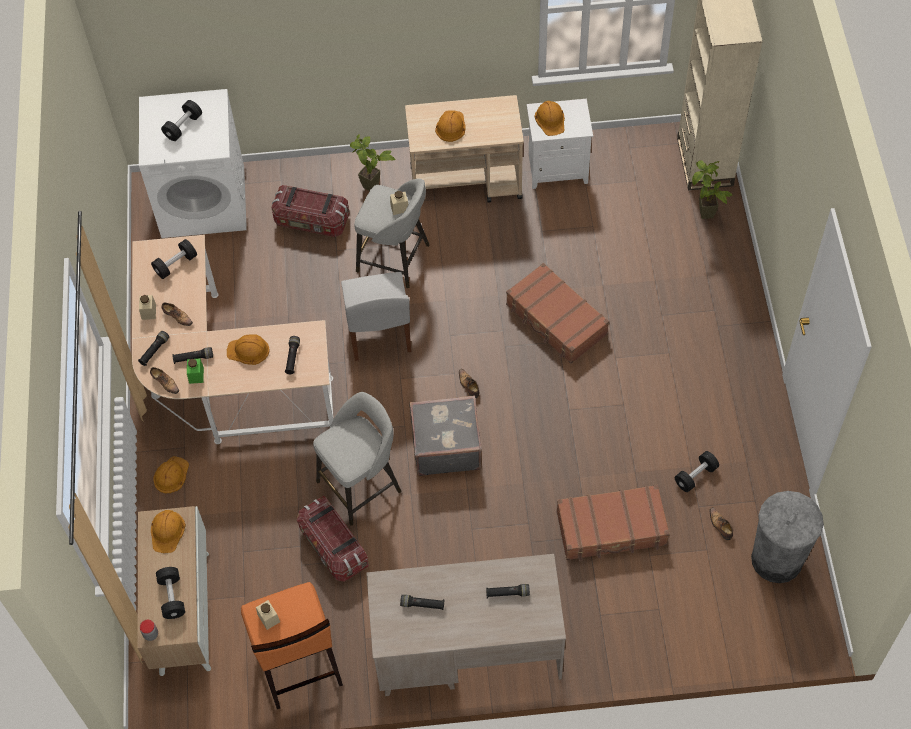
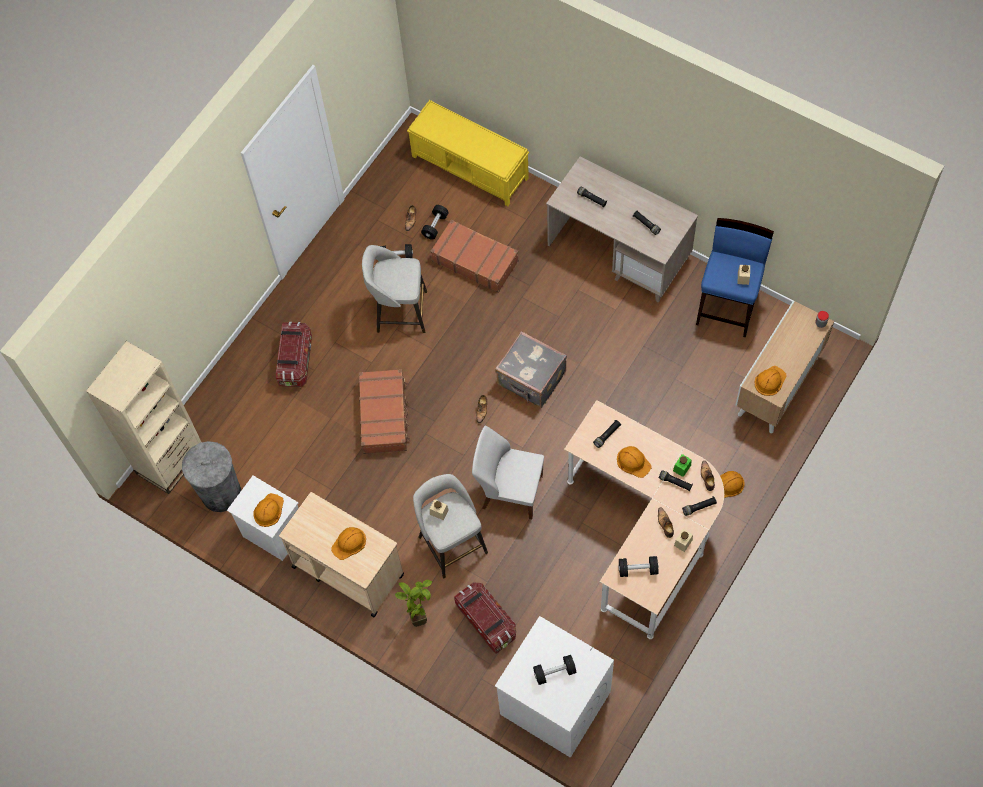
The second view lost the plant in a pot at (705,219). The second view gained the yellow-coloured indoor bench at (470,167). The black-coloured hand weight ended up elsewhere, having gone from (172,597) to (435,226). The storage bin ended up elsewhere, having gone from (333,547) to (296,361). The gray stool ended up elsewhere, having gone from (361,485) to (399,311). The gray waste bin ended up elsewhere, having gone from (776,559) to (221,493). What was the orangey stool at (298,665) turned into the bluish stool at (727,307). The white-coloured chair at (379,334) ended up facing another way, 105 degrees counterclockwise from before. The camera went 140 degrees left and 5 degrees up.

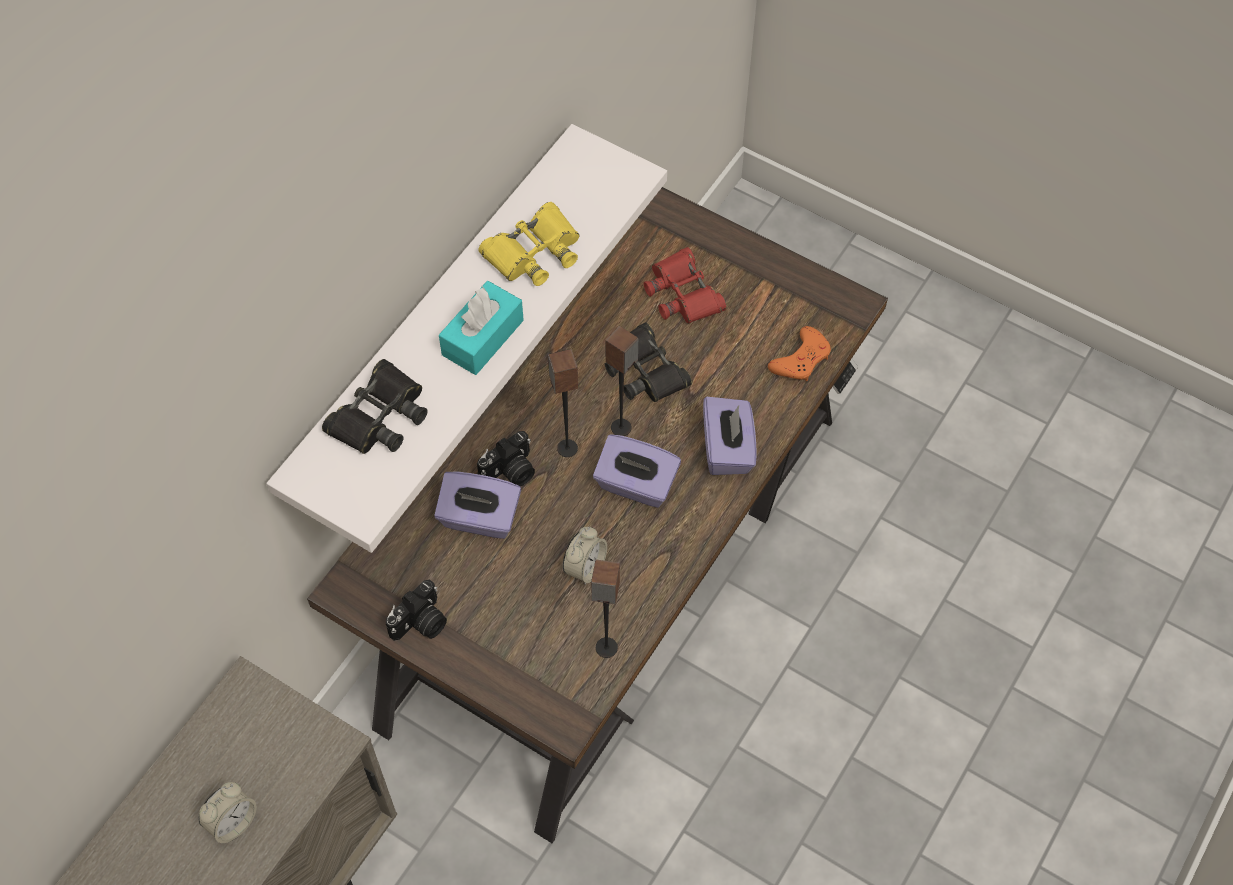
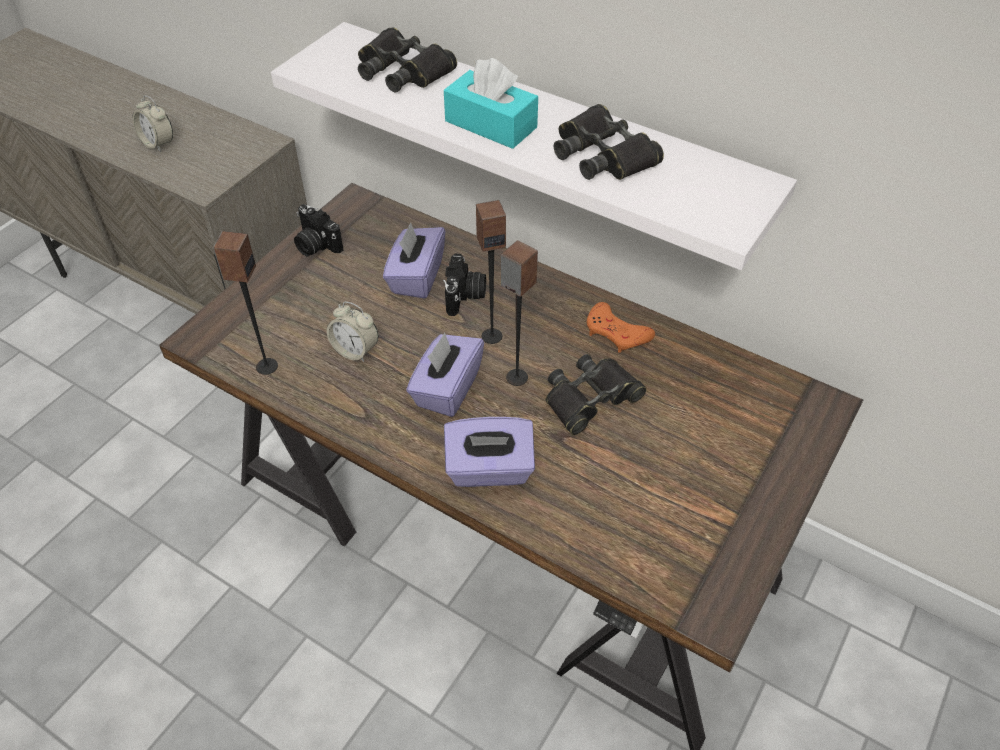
The second view lost the reddish pair of binoculars at (683,293). The orangey gamepad ended up elsewhere, having gone from (801,359) to (616,333). What was the yellow-coloured pair of binoculars at (534,252) turned into the black-coloured pair of binoculars at (603,154). The photo camera at (510,472) ended up facing another way, 135 degrees counterclockwise from before. The camera went 90 degrees right and 10 degrees down.

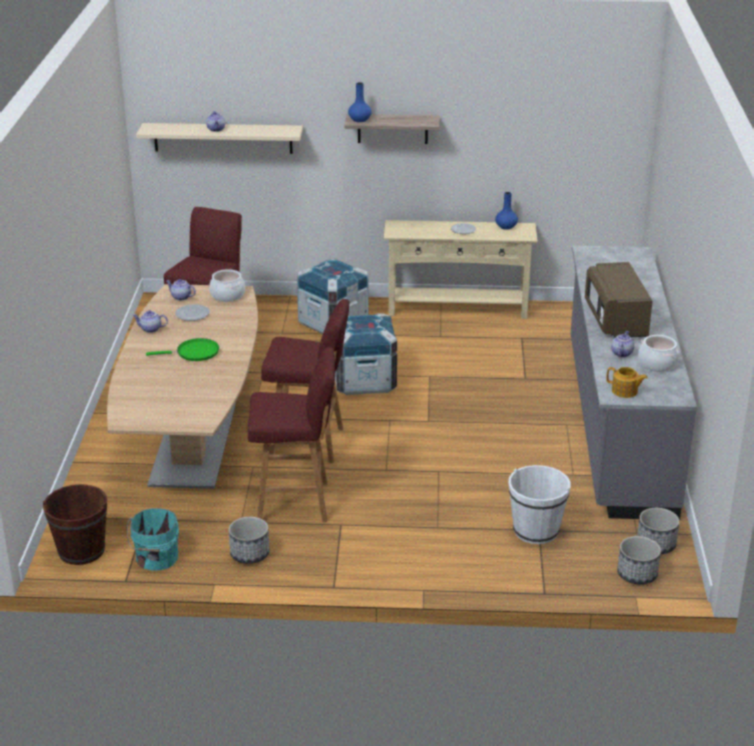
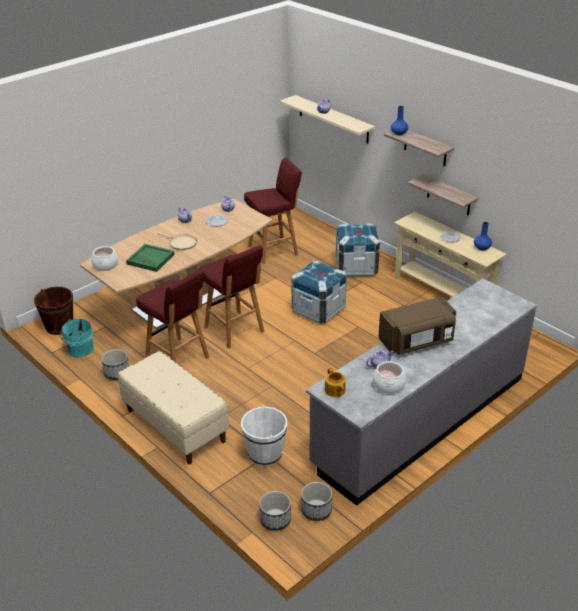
The second view gained the sand-coloured indoor bench at (175,425). The second view gained the green-coloured serving tray at (150,259). The second view gained the wall shelf at (449,195). The stockpot ended up elsewhere, having gone from (227,295) to (105,265). What was the green-coloured pan at (194,353) turned into the sand-coloured pan at (181,243). The brown microwave oven at (615,320) ended up facing another way, 150 degrees counterclockwise from before. The camera went 45 degrees right and 5 degrees up.

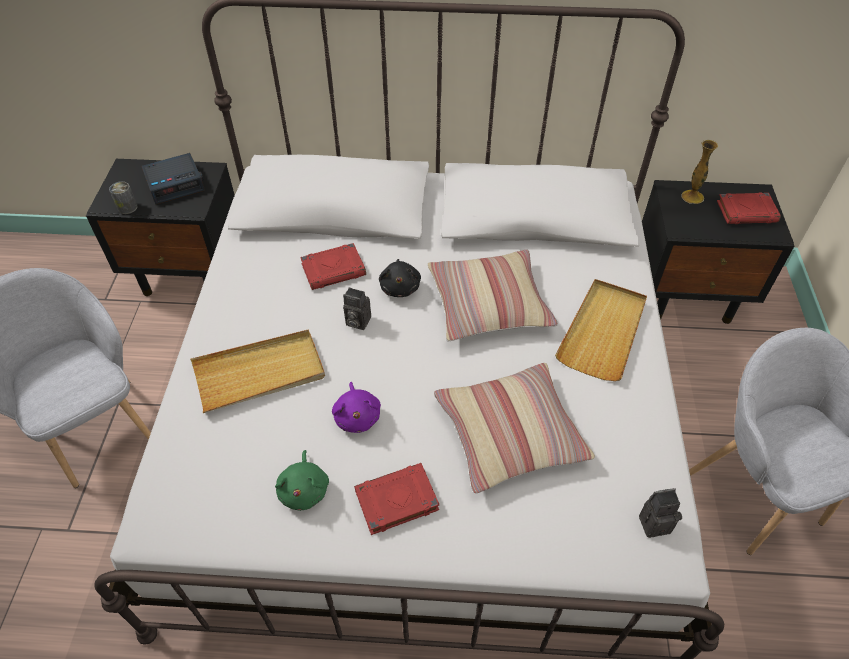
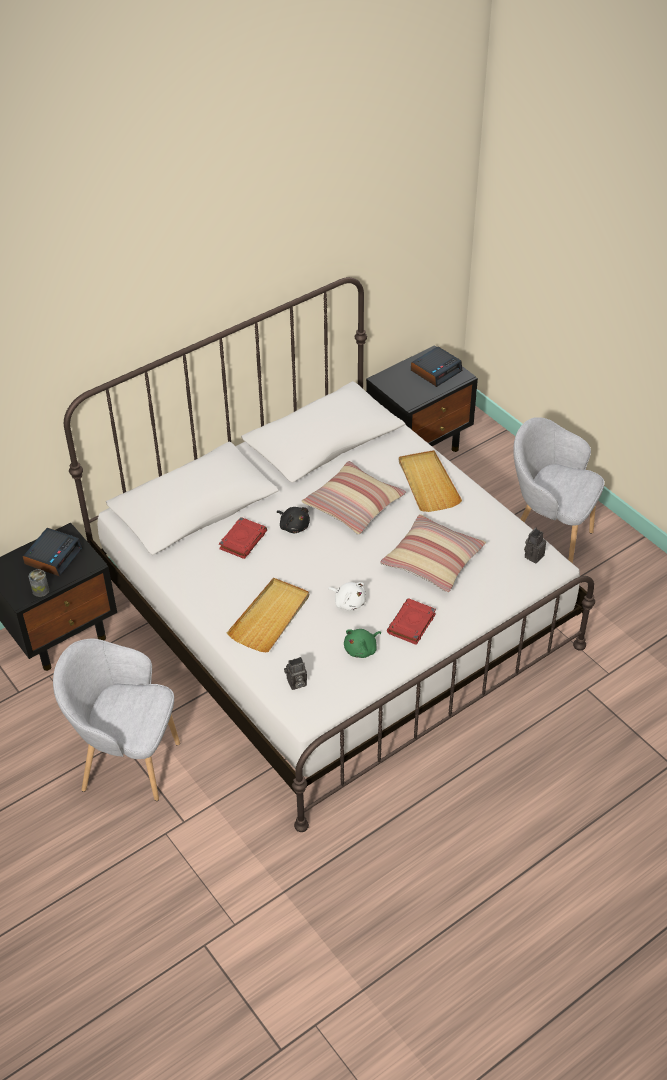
The second view lost the decorative vase at (692,197). The photo camera ended up elsewhere, having gone from (356,321) to (296,683). Where the reddish bound book stood at (747,212), the alarm clock came to stand at (436,370). What was the purple soft toy at (357,416) turned into the white-coloured soft toy at (348,602). The green-coloured soft toy at (304,489) ended up facing another way, 90 degrees clockwise from before. The camera went 40 degrees left and 5 degrees down.

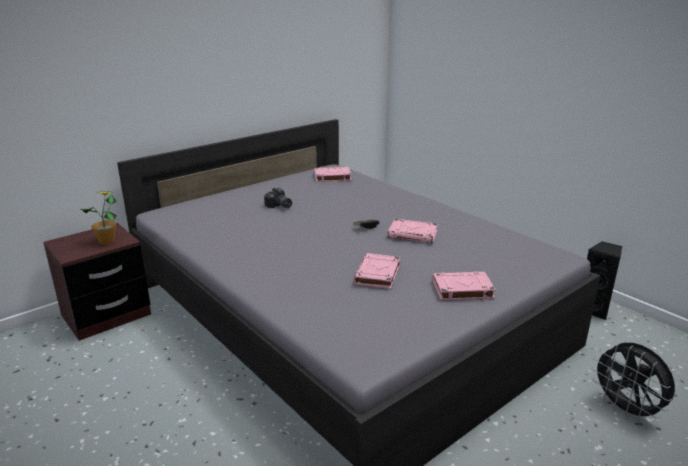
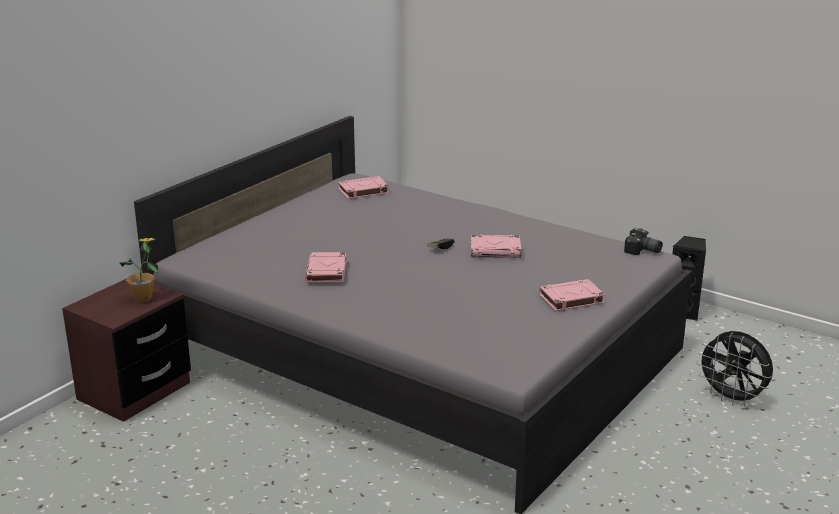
The photo camera ended up elsewhere, having gone from (279,206) to (642,251). The pink-coloured bound book ended up elsewhere, having gone from (377,275) to (326,272). The camera went 15 degrees left and 0 degrees up.

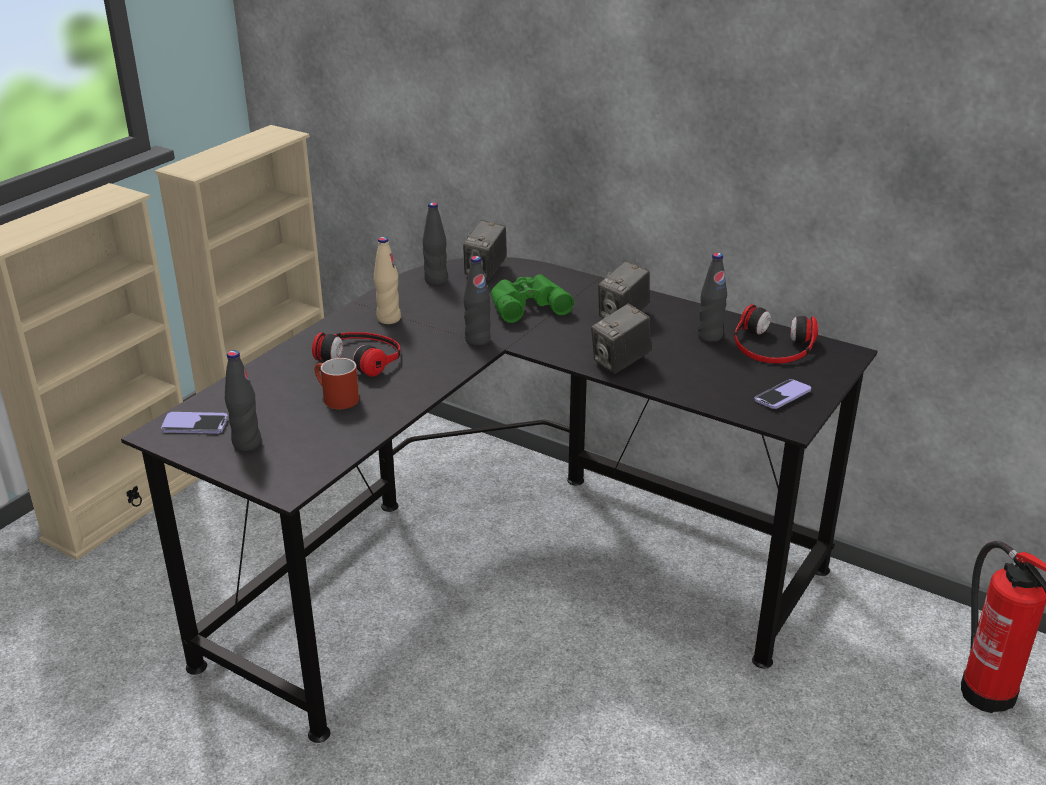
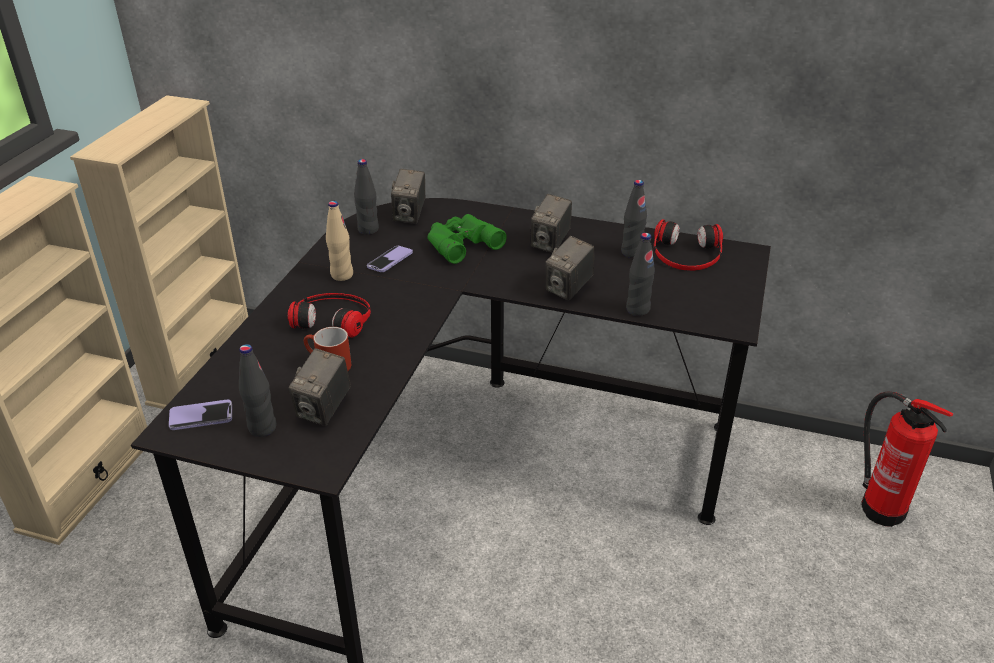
The second view gained the photo camera at (324,409). The black-coloured drink bottle ended up elsewhere, having gone from (477,340) to (637,309). The phone ended up elsewhere, having gone from (782,396) to (390,260). The camera went 15 degrees left and 5 degrees up.

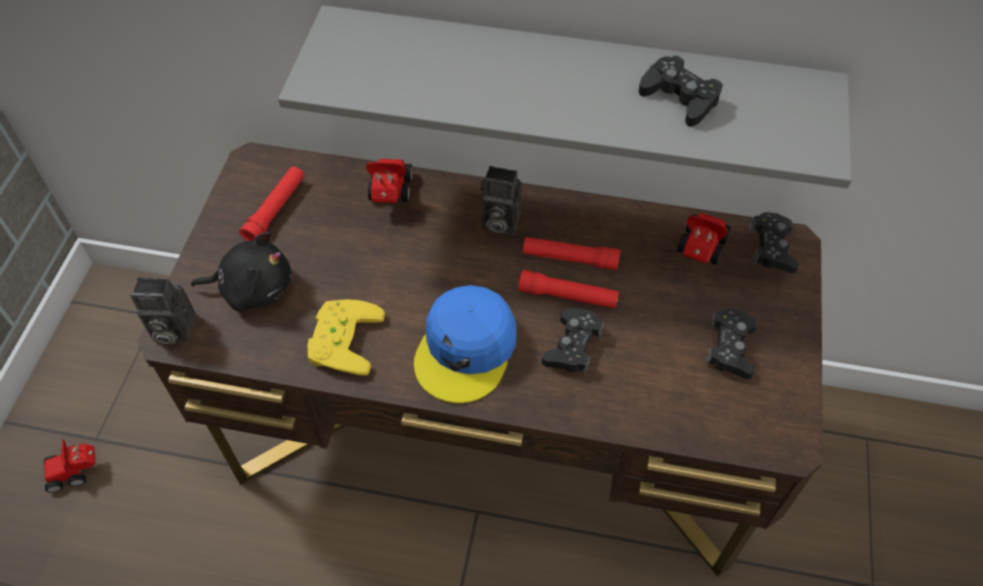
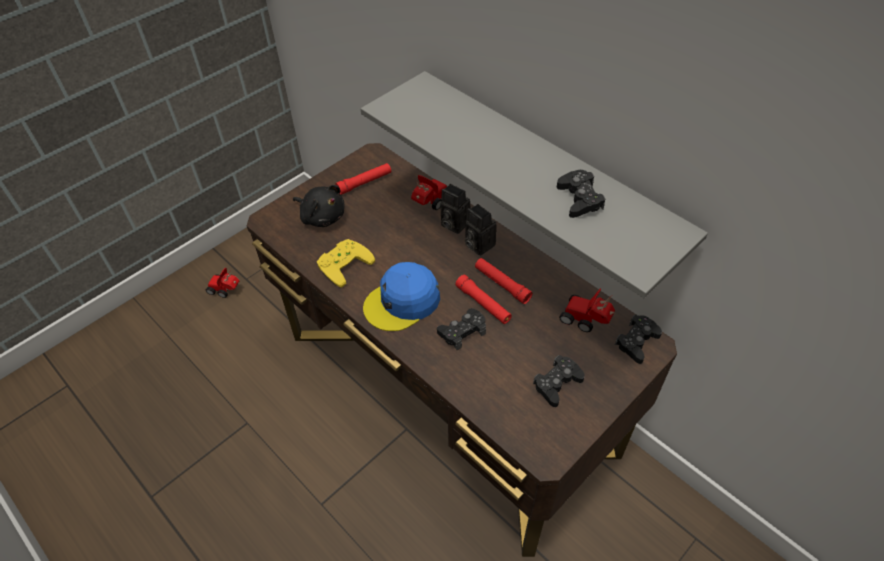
The photo camera ended up elsewhere, having gone from (171,330) to (453,224). The miniature car at (699,251) ended up facing another way, 120 degrees counterclockwise from before. The camera went 35 degrees right and 5 degrees down.

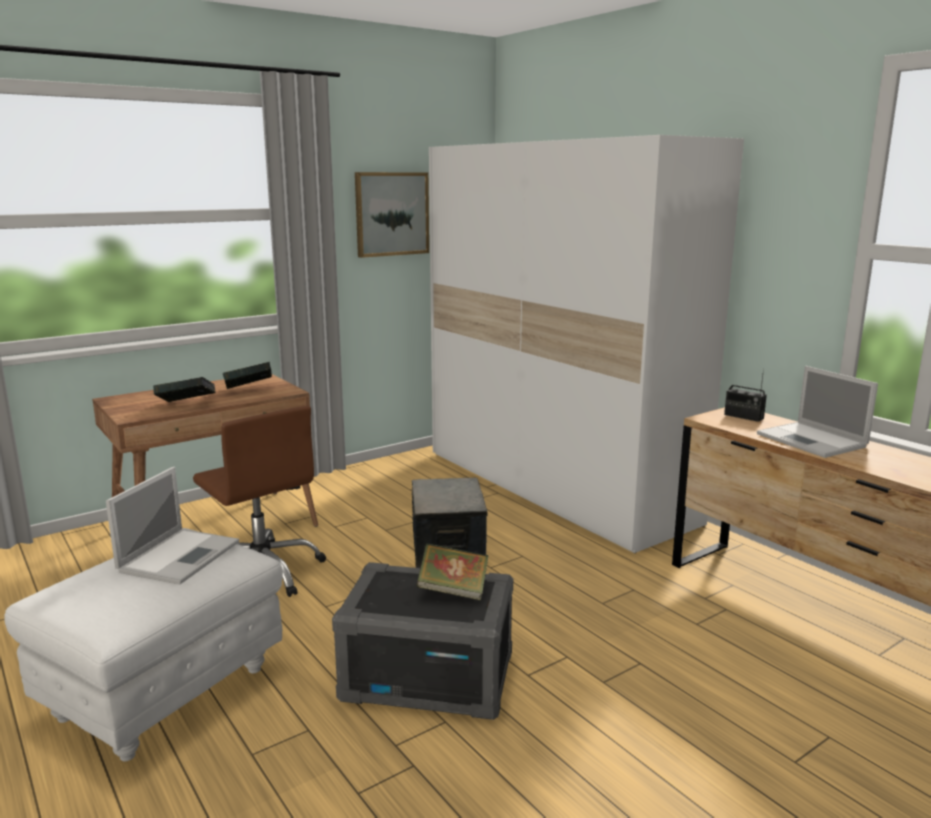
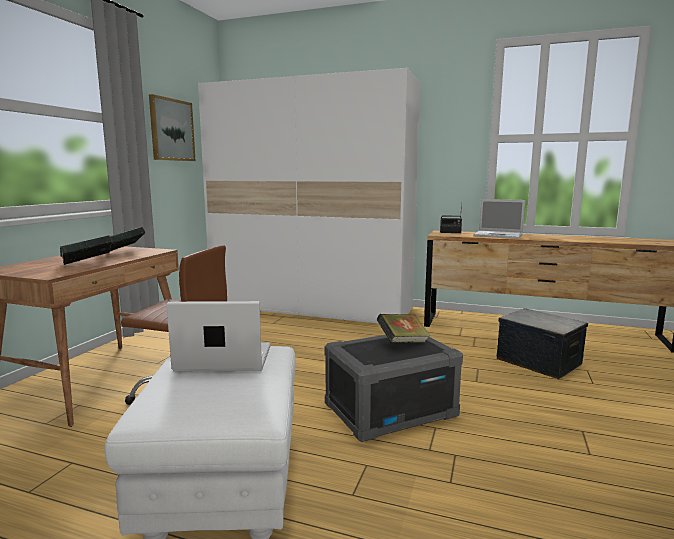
The storage bin ended up elsewhere, having gone from (448,547) to (538,362). The portable computer at (180,555) ended up facing another way, 75 degrees counterclockwise from before. The camera went 35 degrees left and 5 degrees down.

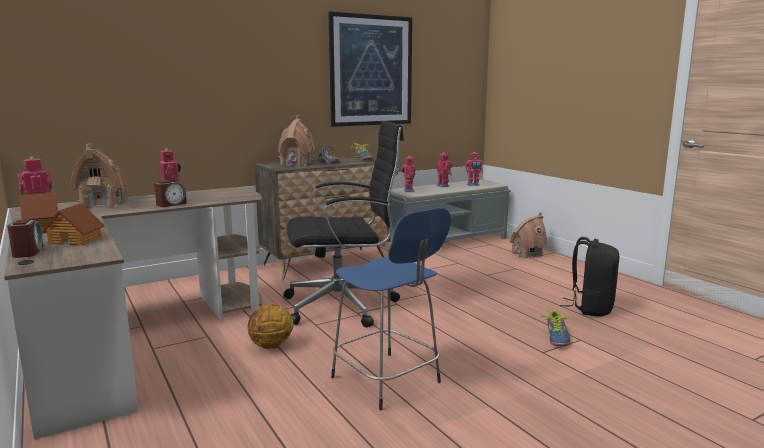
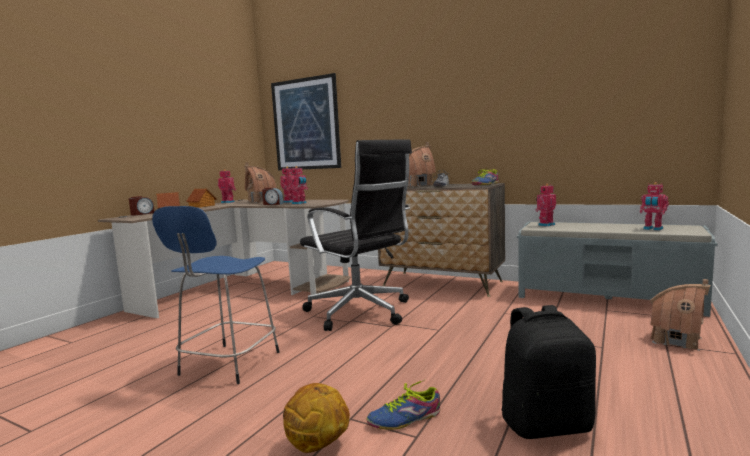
The basketball ended up elsewhere, having gone from (271,346) to (317,446). The wall picture ended up elsewhere, having gone from (371,71) to (306,124). The robot figure ended up elsewhere, having gone from (443,186) to (300,203). The camera went 60 degrees right and 5 degrees down.

